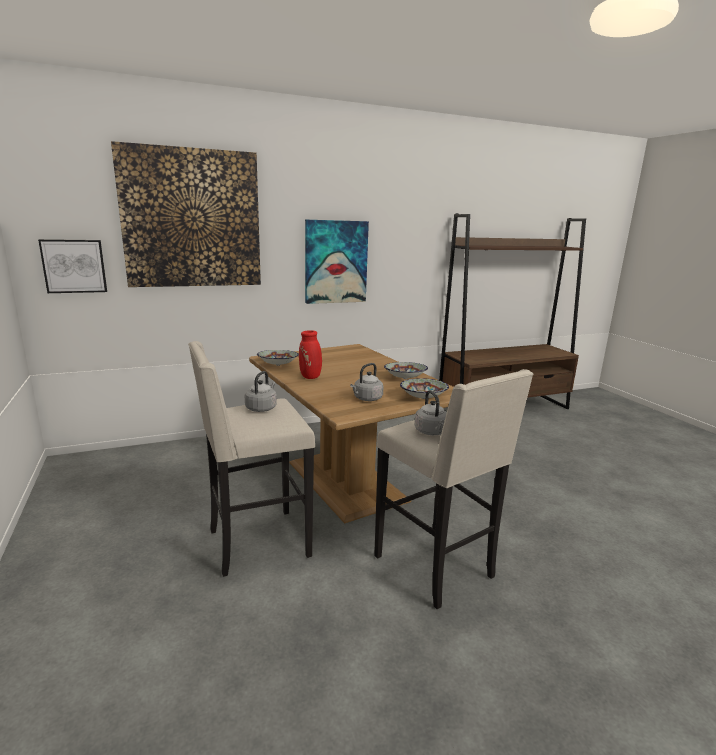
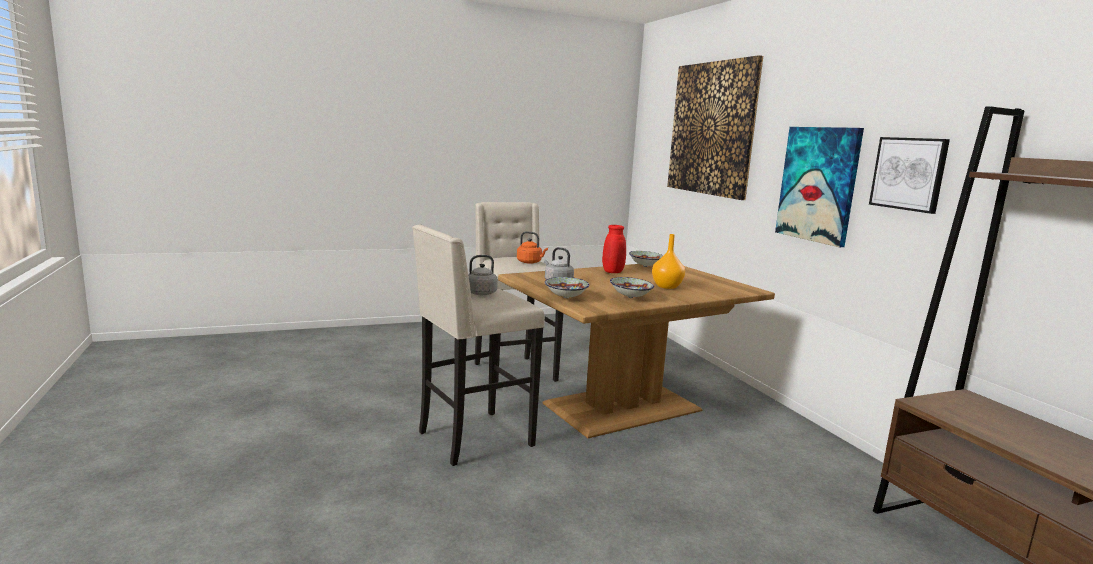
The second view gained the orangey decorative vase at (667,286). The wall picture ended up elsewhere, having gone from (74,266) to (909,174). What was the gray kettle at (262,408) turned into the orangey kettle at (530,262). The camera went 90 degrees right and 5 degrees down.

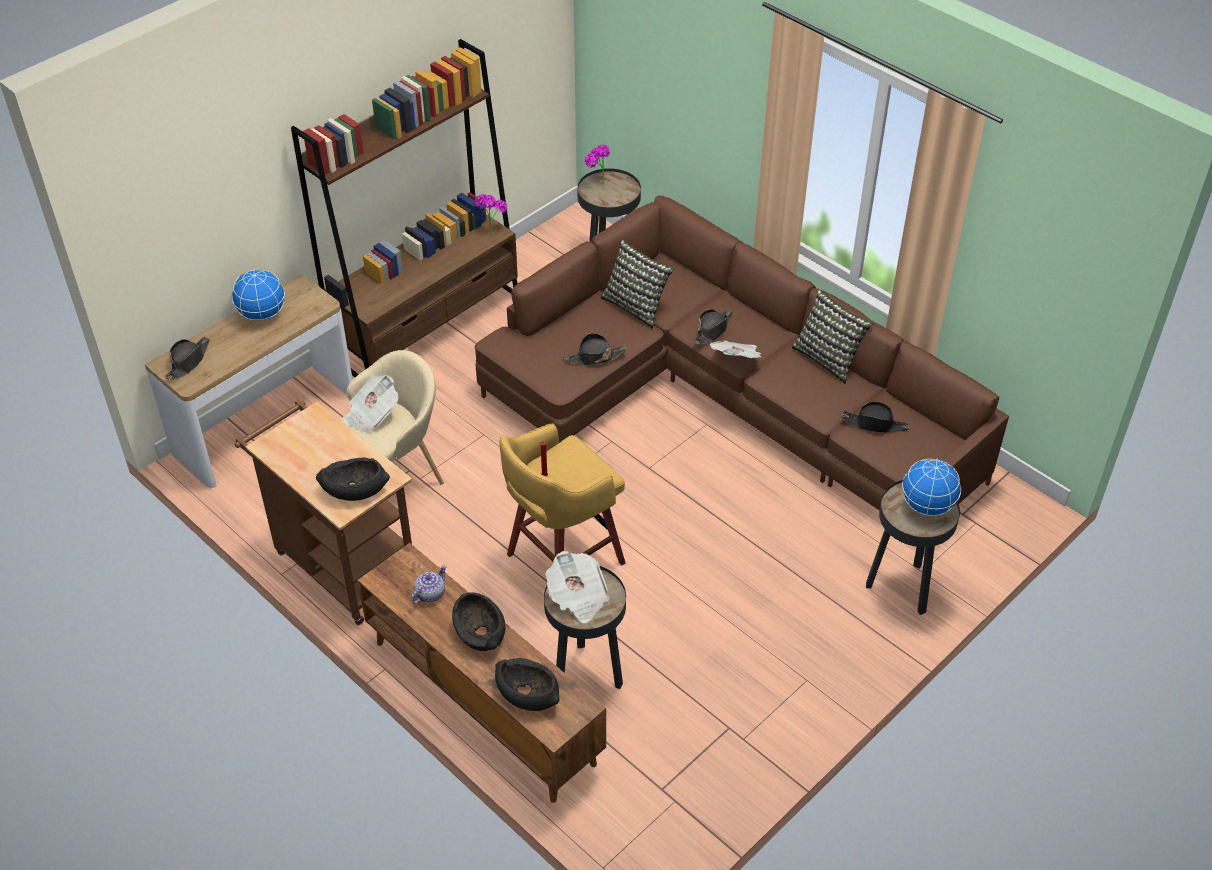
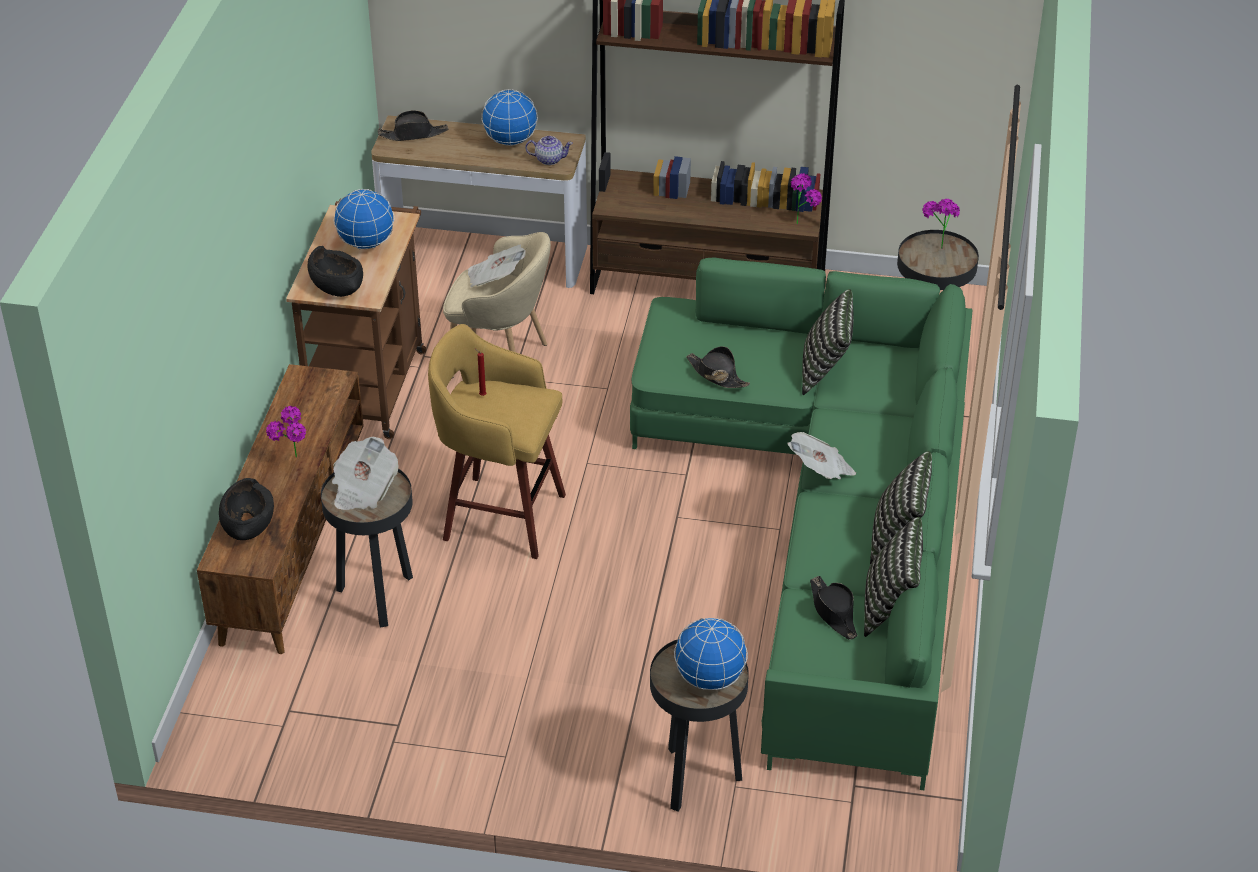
The second view lost the black-coloured clothing hat at (712,330). The second view gained the globe at (366,243). The second view gained the throw pillow at (890,605). The tea pot ended up elsewhere, having gone from (430,594) to (549,159). Where the black-coloured bowl stood at (480,632), the plant in a pot came to stand at (293,462). What was the brown settee at (723,399) turned into the green-coloured settee at (829,524). The camera went 55 degrees right and 5 degrees down.

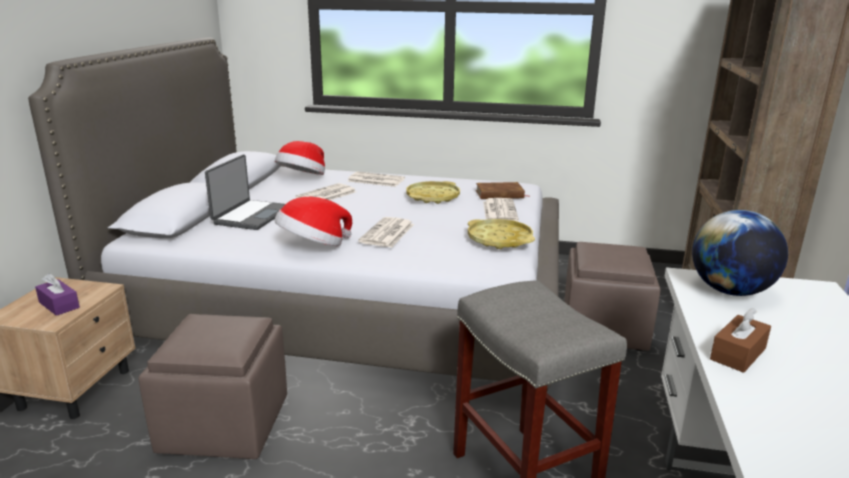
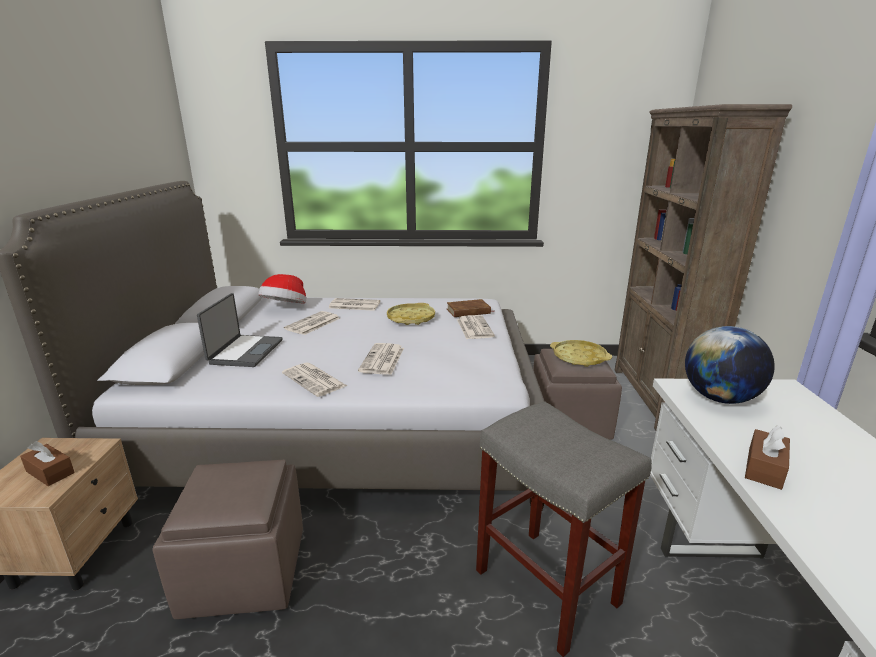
The yellow-coloured serving tray ended up elsewhere, having gone from (499,239) to (579,357). Where the clothing hat stood at (313,246), the printed paper came to stand at (315,380). What was the purple tissue box at (59,305) turned into the brown tissue box at (50,472). The camera went 10 degrees left and 0 degrees up.

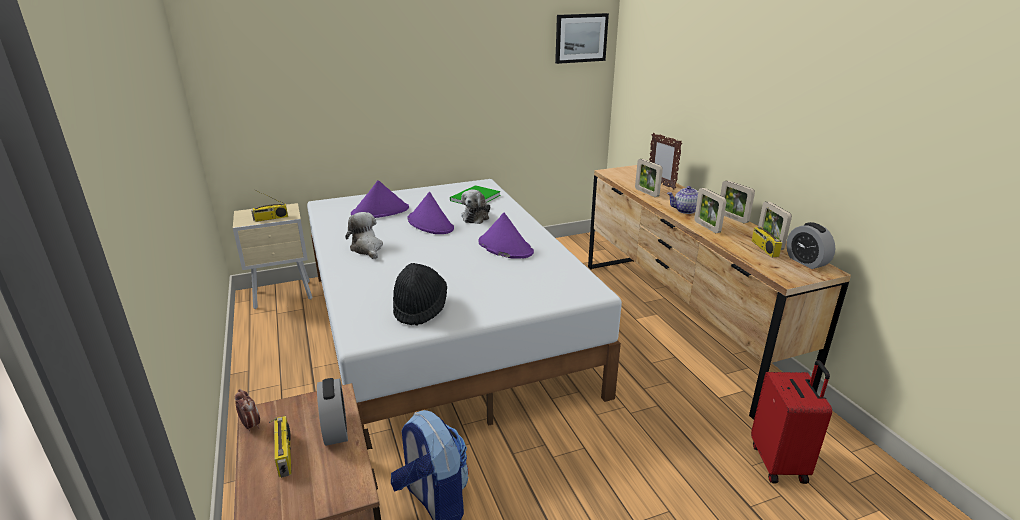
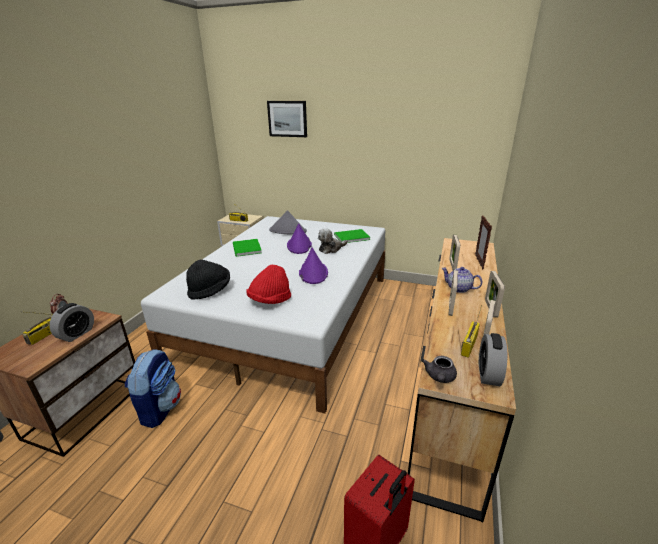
The second view gained the reddish clothing hat at (270,300). The second view gained the gray tea pot at (439,378). The wall picture ended up elsewhere, having gone from (581,38) to (287,119). Where the soft toy stood at (367,249), the green-coloured bound book came to stand at (246,249). What was the purple clothing hat at (380,211) turned into the gray clothing hat at (288,231). The camera went 40 degrees right and 0 degrees up.

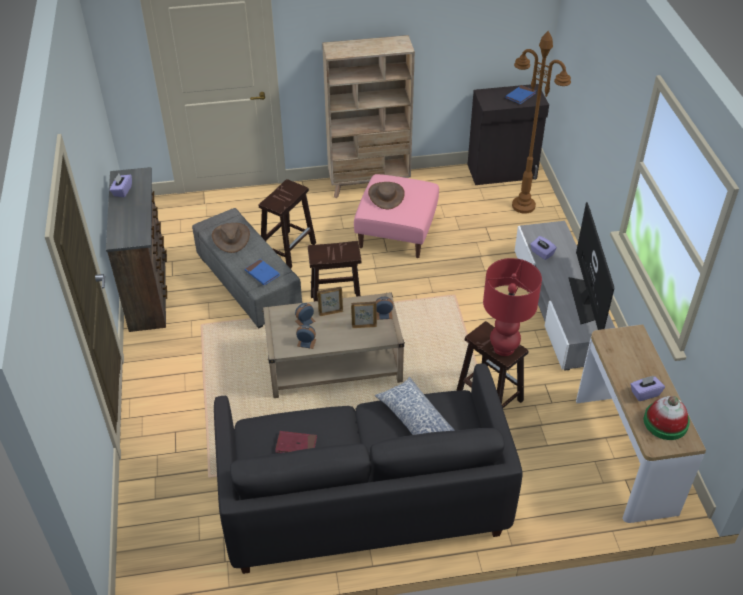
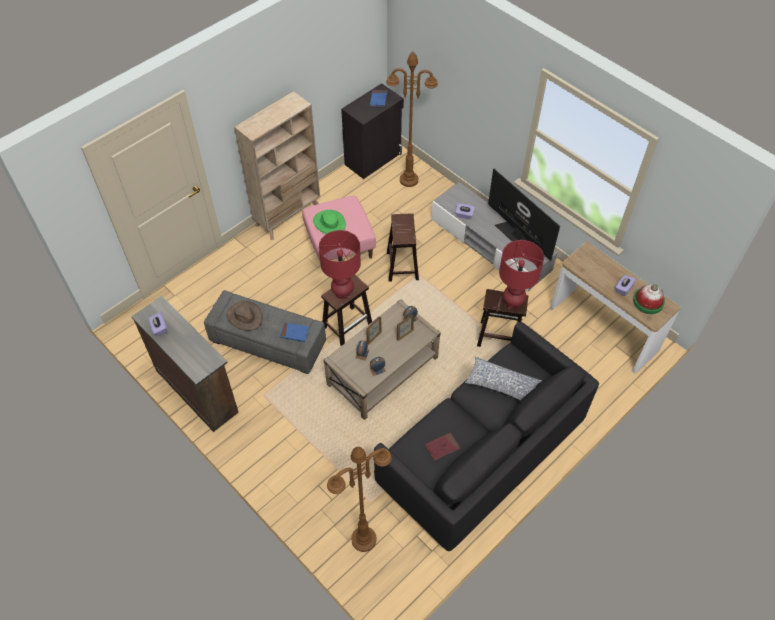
The second view gained the reddish table lamp at (342,293). The second view gained the brown floor lamp at (364,539). The brown stool ended up elsewhere, having gone from (288,249) to (402,265). What was the brown clothing hat at (386,195) turned into the green-coloured clothing hat at (329,223). The camera went 35 degrees left and 10 degrees up.

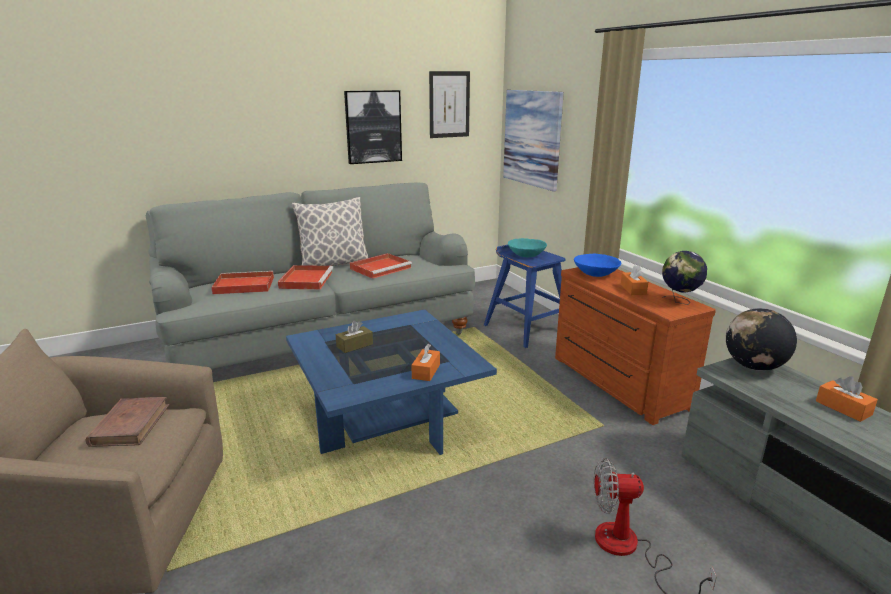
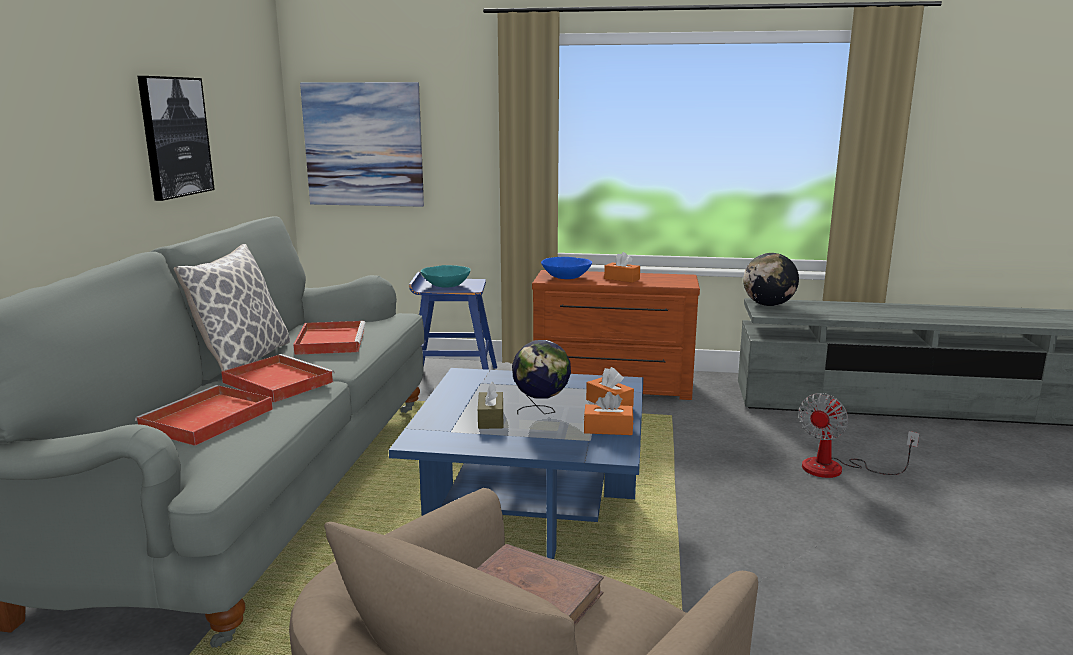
The second view lost the wall picture at (449,104). The globe ended up elsewhere, having gone from (679,301) to (541,411). The orangey tissue box ended up elsewhere, having gone from (843,408) to (608,429). The camera went 55 degrees left and 5 degrees down.

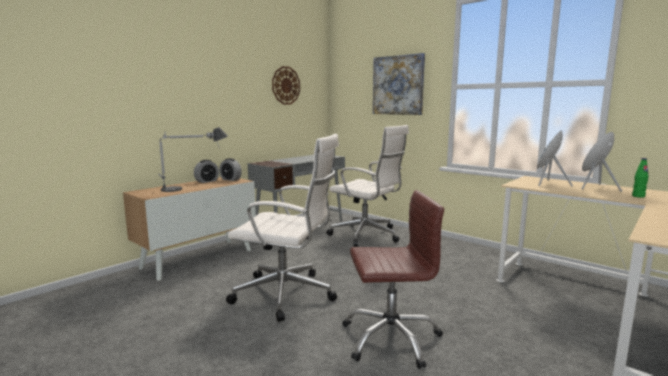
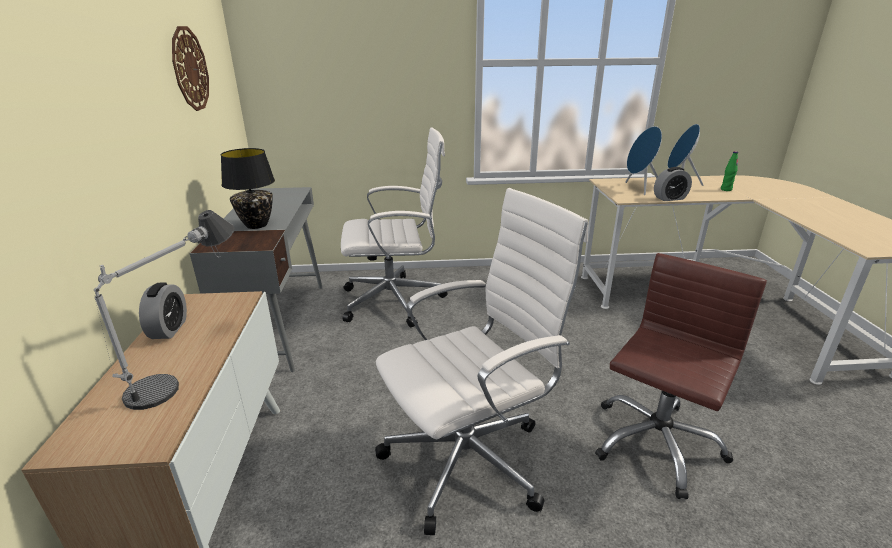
The second view lost the wall picture at (398,85). The second view gained the black-coloured table lamp at (256,225). The alarm clock ended up elsewhere, having gone from (230,179) to (670,198). The camera went 45 degrees left and 15 degrees up.

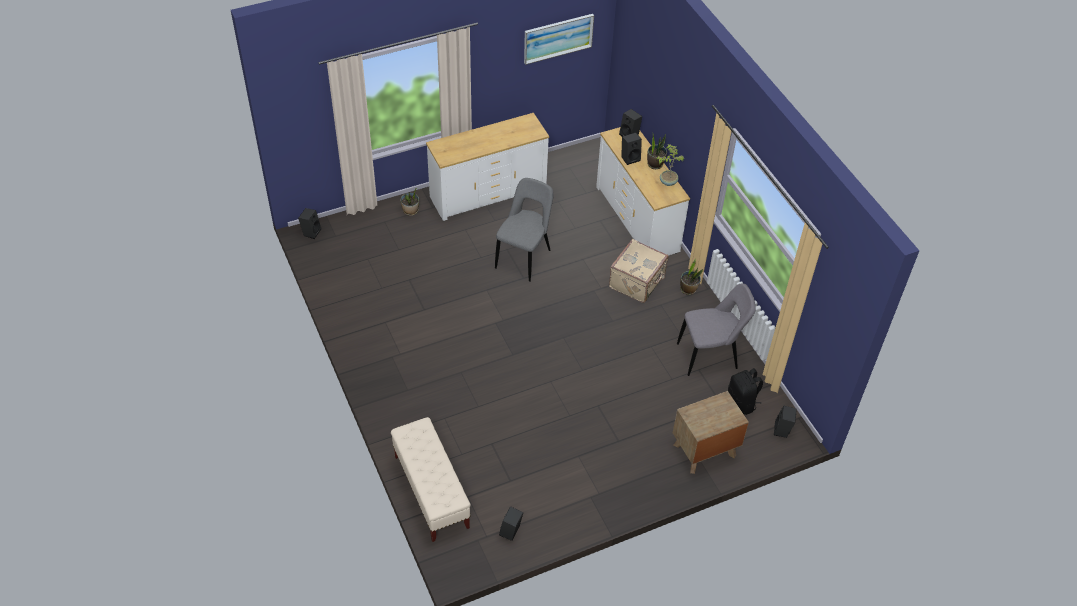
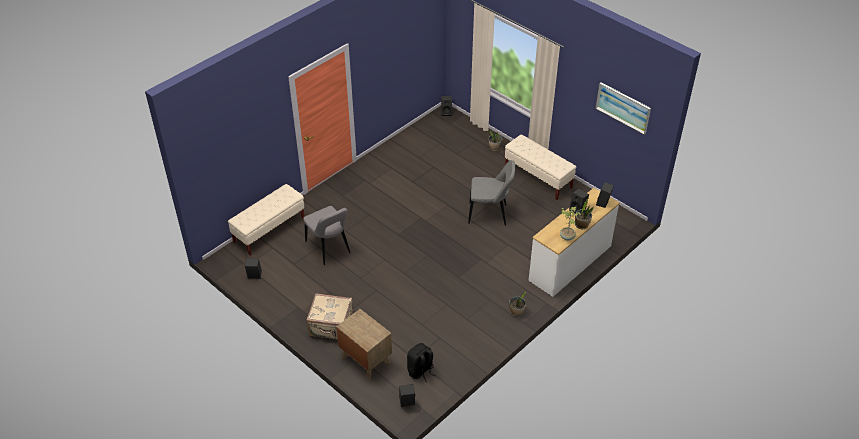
The sand-coloured suitcase ended up elsewhere, having gone from (638,282) to (331,326). The gray chair ended up elsewhere, having gone from (710,356) to (329,249). Where the white-coloured chest of drawers stood at (488,193), the sand-coloured indoor bench came to stand at (538,178). The camera went 70 degrees right and 5 degrees down.

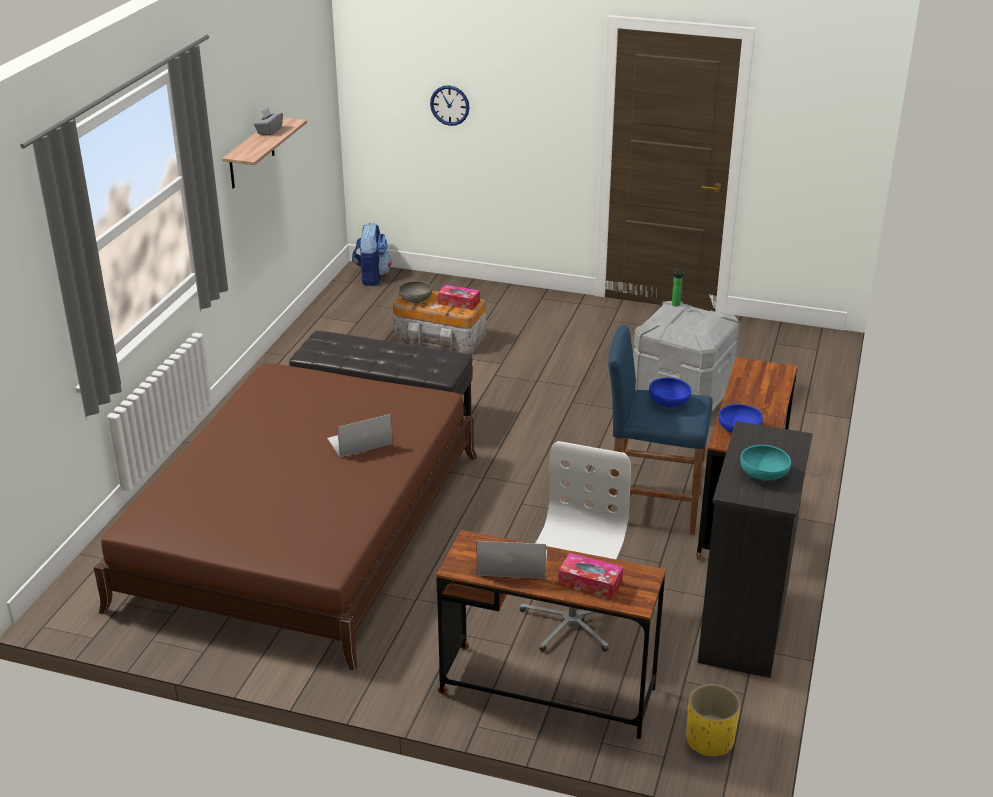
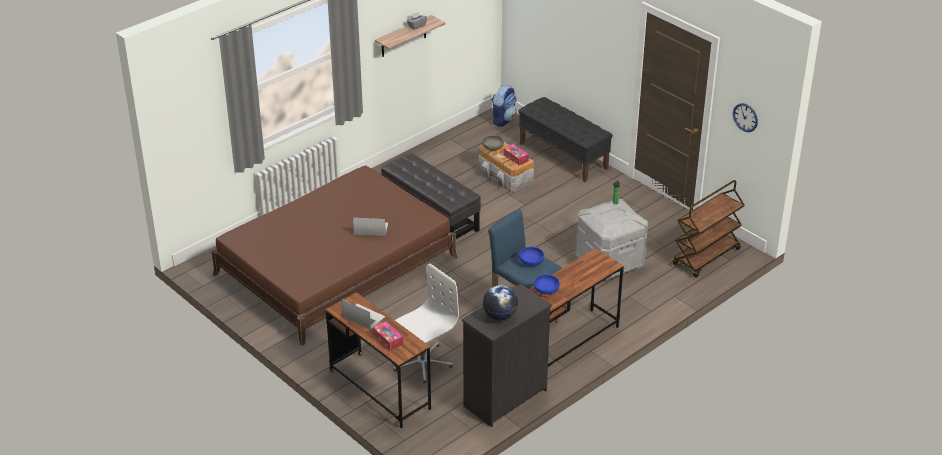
The second view lost the yellow-coloured flower pot at (709,740). The second view gained the black-coloured indoor bench at (563,156). The second view gained the brown wheeled cart at (706,257). The wall clock ended up elsewhere, having gone from (450,105) to (745,117). Where the blue-green bowl stood at (763,474), the globe came to stand at (500,316). The camera went 30 degrees right and 5 degrees up.

